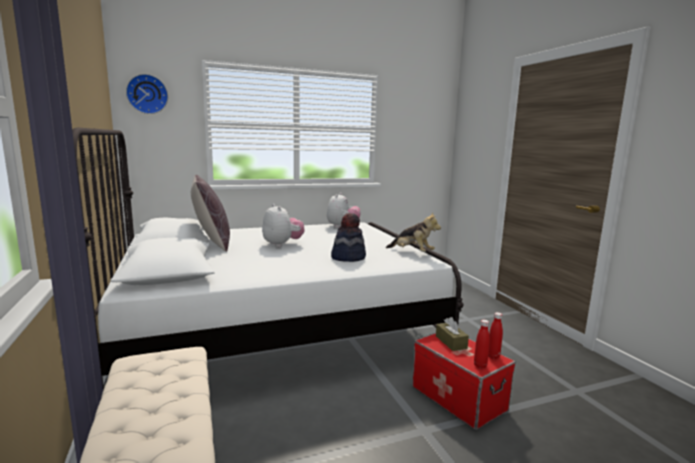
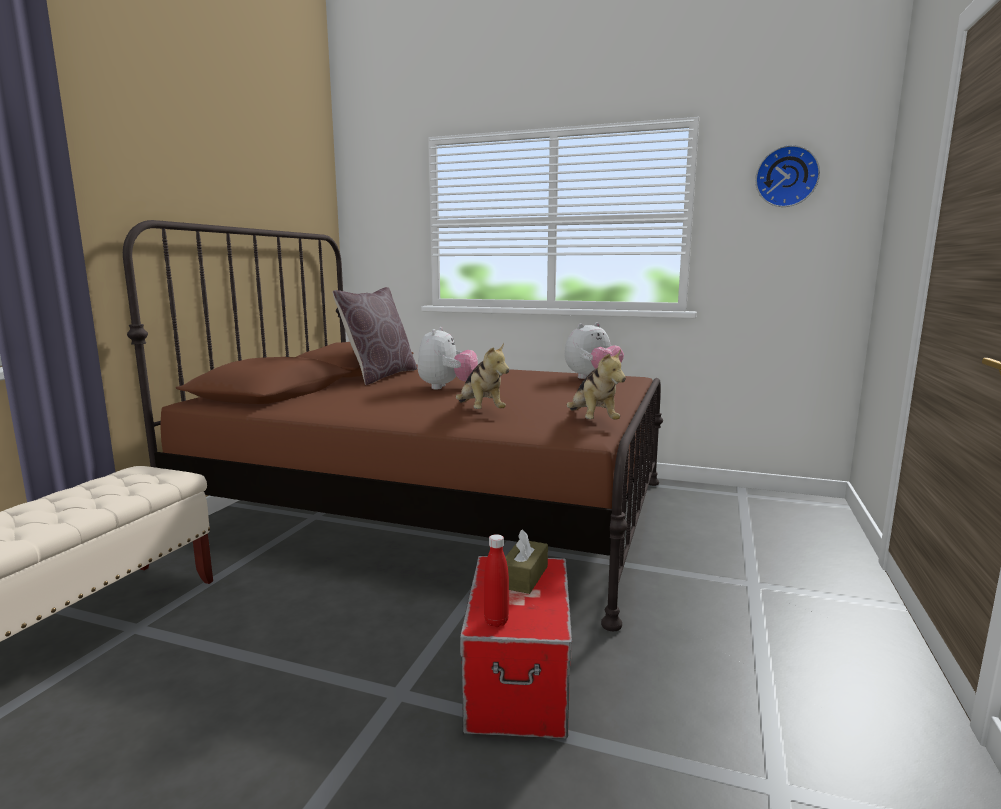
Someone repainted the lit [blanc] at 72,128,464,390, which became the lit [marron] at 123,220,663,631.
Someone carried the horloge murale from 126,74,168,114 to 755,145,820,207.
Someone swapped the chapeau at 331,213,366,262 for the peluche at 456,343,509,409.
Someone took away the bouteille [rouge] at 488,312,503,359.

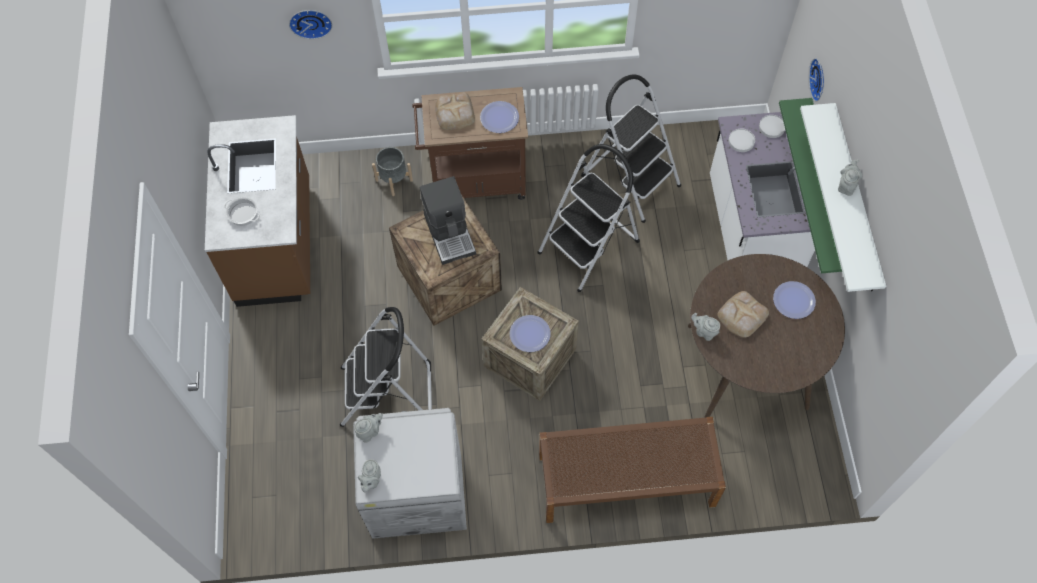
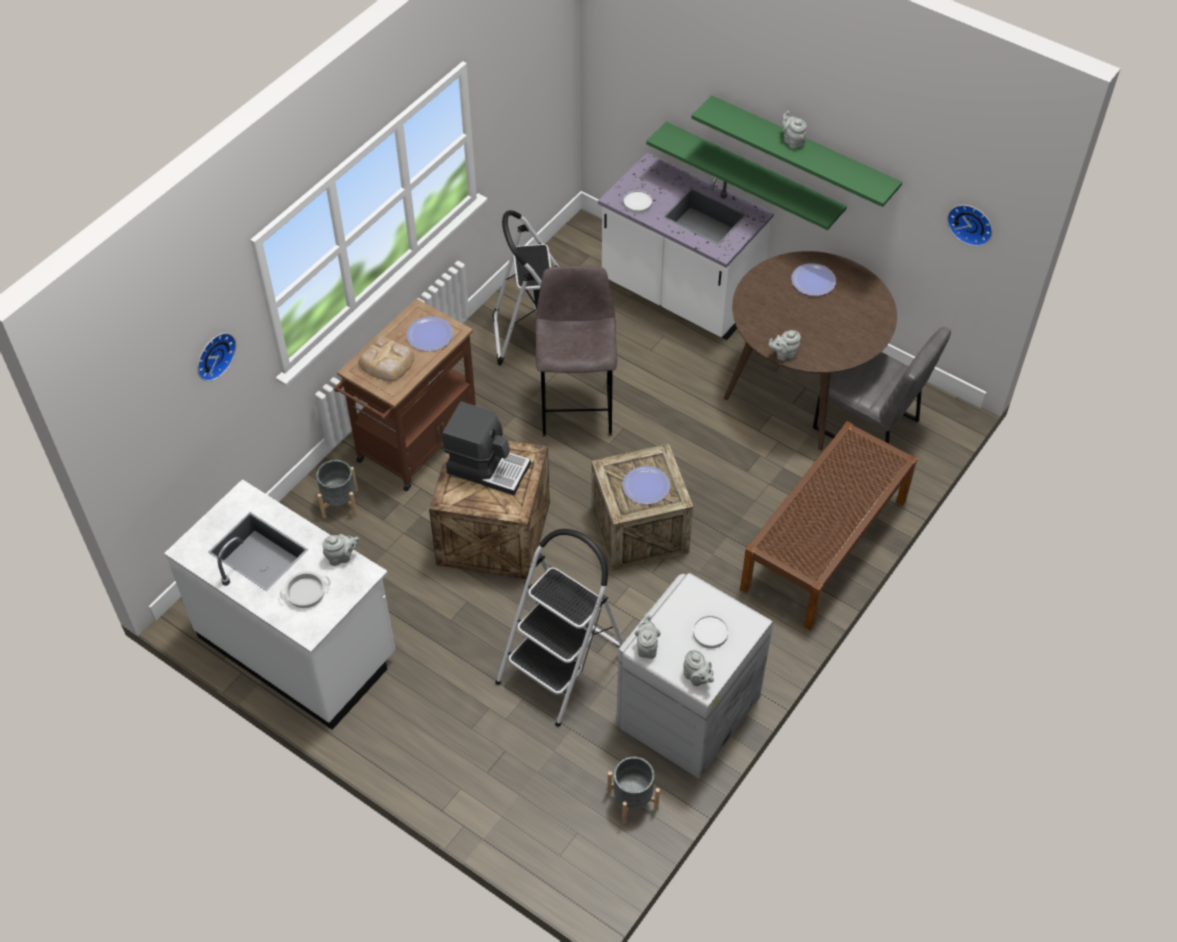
Someone repainted the comptoir de cuisine [marron] at 205,115,310,307, which became the comptoir de cuisine [blanc] at 164,479,395,730.
Someone swapped the escabeau at 537,144,640,292 for the tabouret [gris] at 536,266,617,437.
Someone took away the pain at 717,291,769,338.
Someone carried the assiette [blanc] from 759,115,785,138 to 693,616,728,648.
Someone repainted the étagère [blanc] at 800,103,886,292, which became the étagère [vert] at 691,95,902,207.
Someone carried the horloge murale from 809,58,824,102 to 947,205,993,246.
Someone put down the théière [gris] at 322,534,360,566.
Someone put down the cache-pot [gris] at 607,757,660,824.
Someone put down the chaise [gris] at 813,327,951,461.

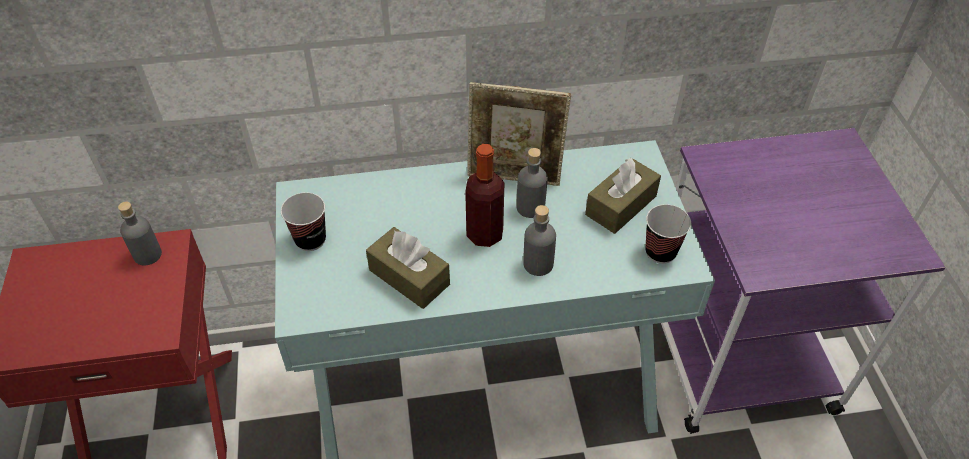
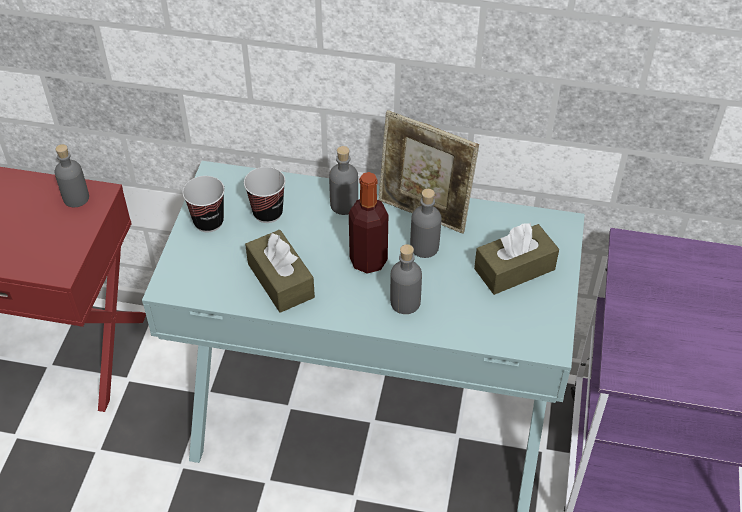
Someone carried the tasse from 645,204,691,264 to 244,167,285,223.
Someone put down the bouteille [gris] at 329,146,358,215.

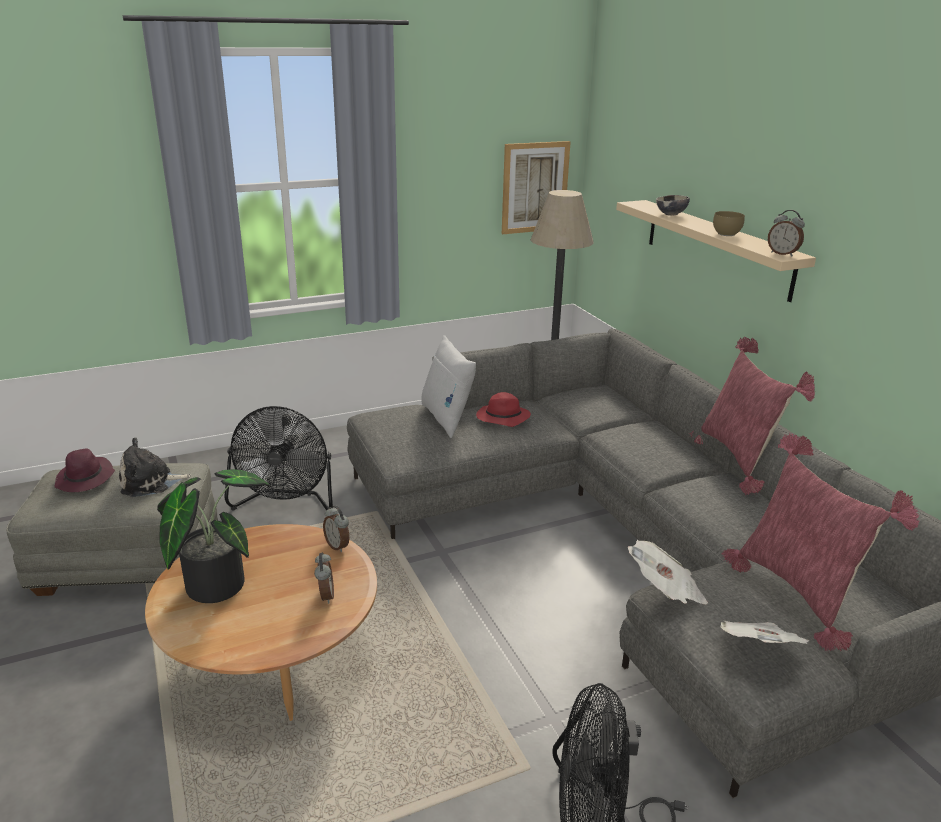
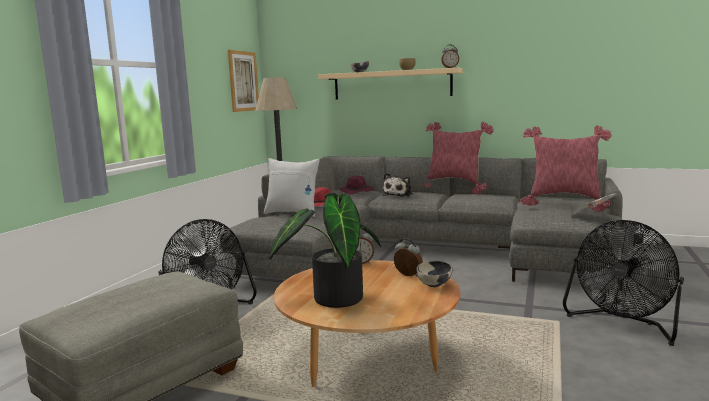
Someone carried the chapeau [violet] from 54,448,115,492 to 340,175,373,194.
Someone carried the peluche from 119,437,191,497 to 382,173,413,197.
Someone took away the journal at 628,541,708,604.
Someone put down the bol at 417,261,452,287.

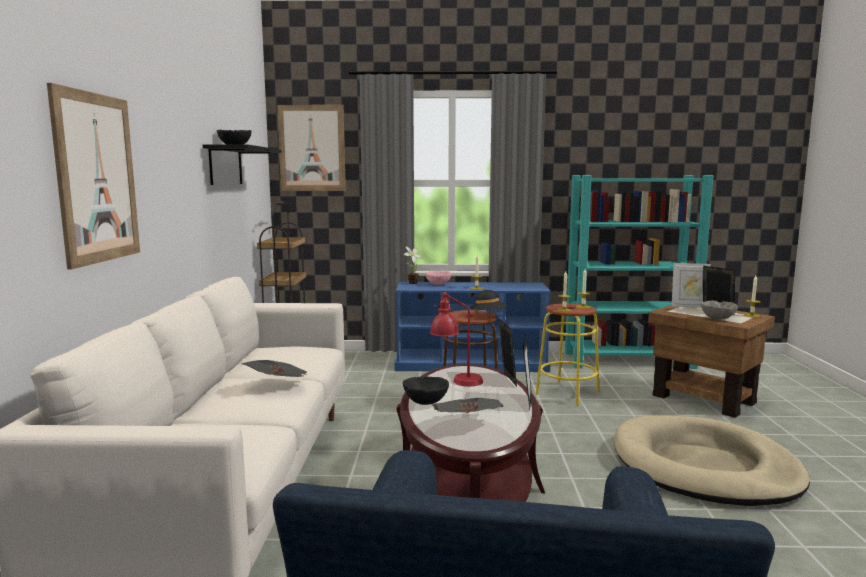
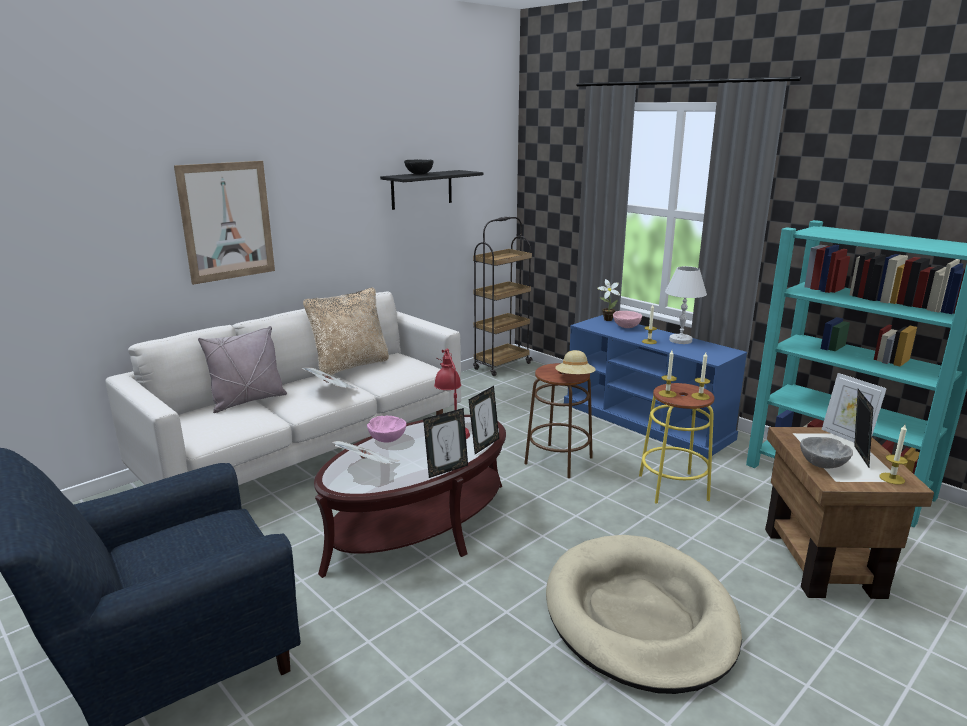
Someone took away the tableau at 277,105,346,191.
Someone repainted the bol [noir] at 403,376,449,405, which became the bol [rose] at 367,416,406,443.
Someone repainted the chapeau [noir] at 470,290,508,313, which became the chapeau [beige] at 555,350,596,374.
Someone put down the coussin [violet] at 198,326,287,413.
Someone put down the coussin [beige] at 303,287,389,375.
Someone put down the lampe de table [blanc] at 665,266,707,344.

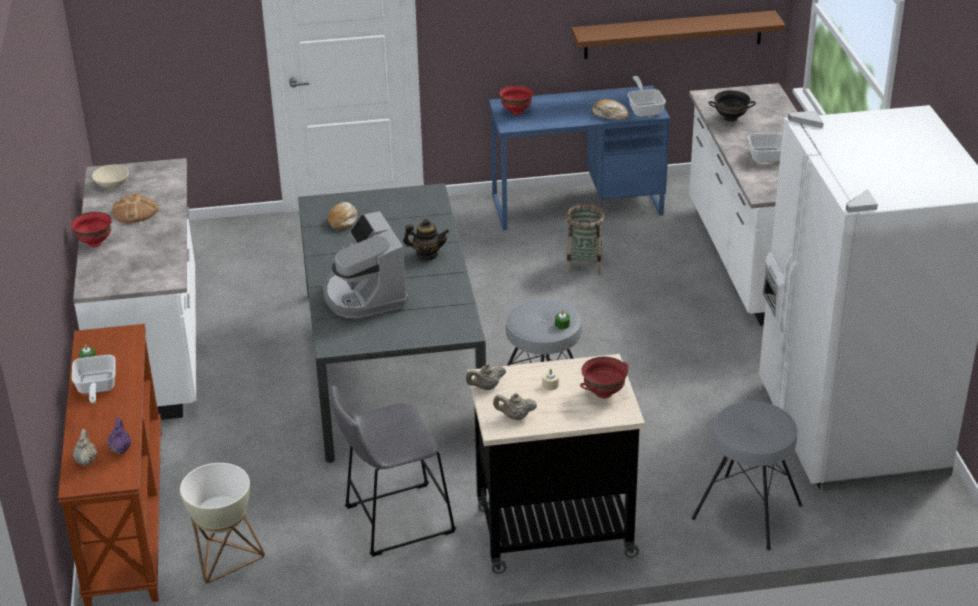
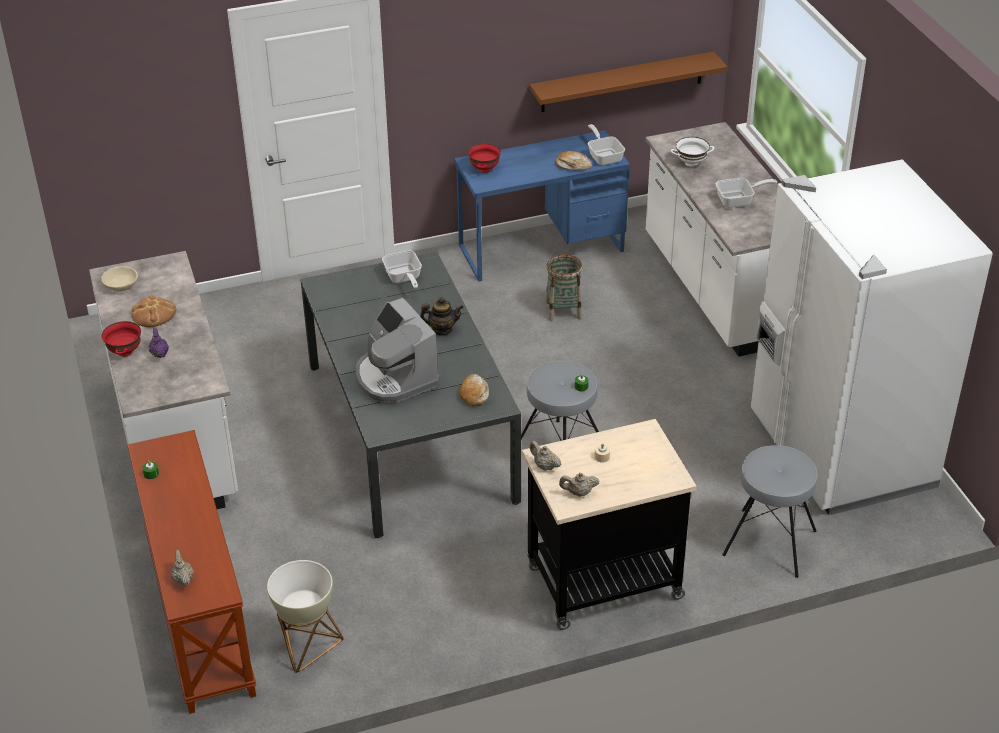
Someone carried the poêle from 72,355,116,403 to 382,250,422,289.
Someone carried the théière [violet] from 107,418,131,454 to 148,328,169,358.
Someone carried the pain from 327,202,357,230 to 459,374,489,407.
Someone took away the tabouret [gris] at 330,386,456,557.
Someone rotated the théière [beige] at 466,364,506,390 by 75 degrees clockwise.
Someone took away the bol [rouge] at 580,357,629,399.
Someone repainted the bol [noir] at 708,90,756,122, which became the bol [blanc] at 671,137,714,167.

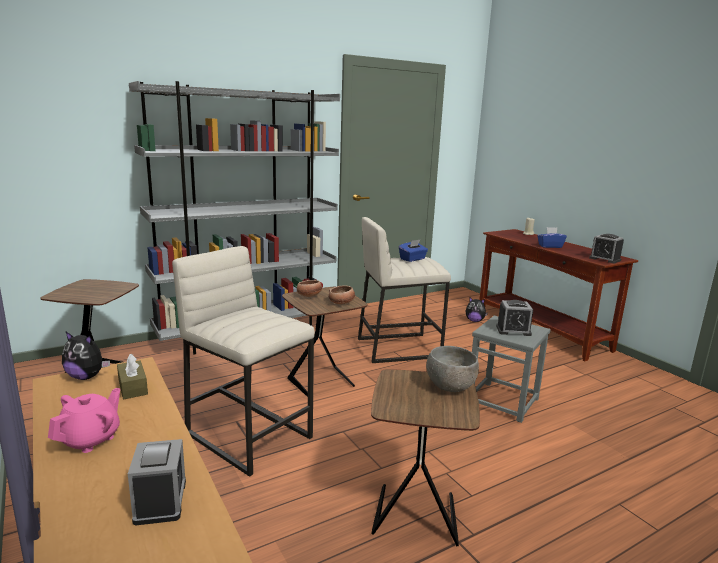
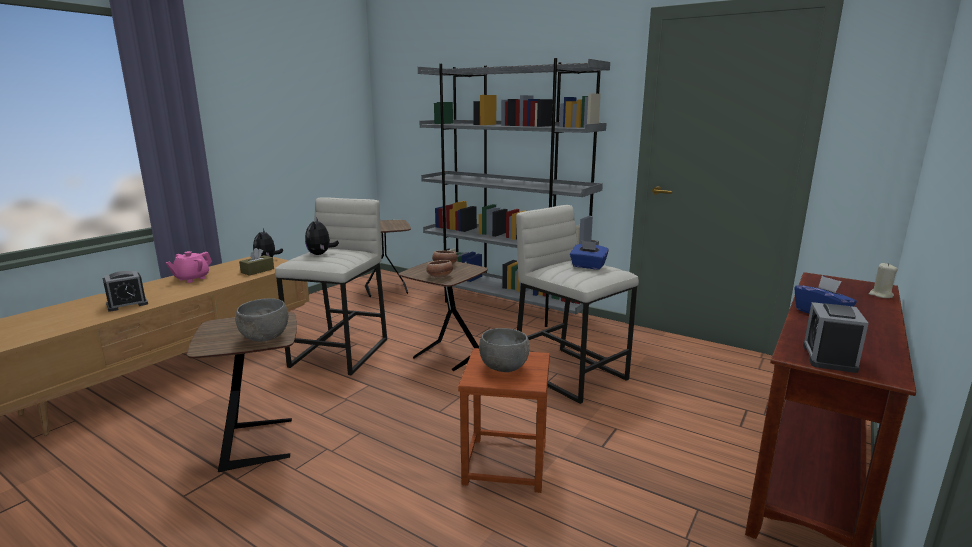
Someone rotated the théière [rose] at 48,388,120,453 by 120 degrees clockwise.
Someone carried the peluche from 466,298,488,322 to 305,217,339,255.
Someone repainted the tabouret [gris] at 472,316,551,423, which became the tabouret [marron] at 458,348,550,493.
Someone swapped the réveil at 496,300,533,336 for the bol [gris] at 479,328,530,372.

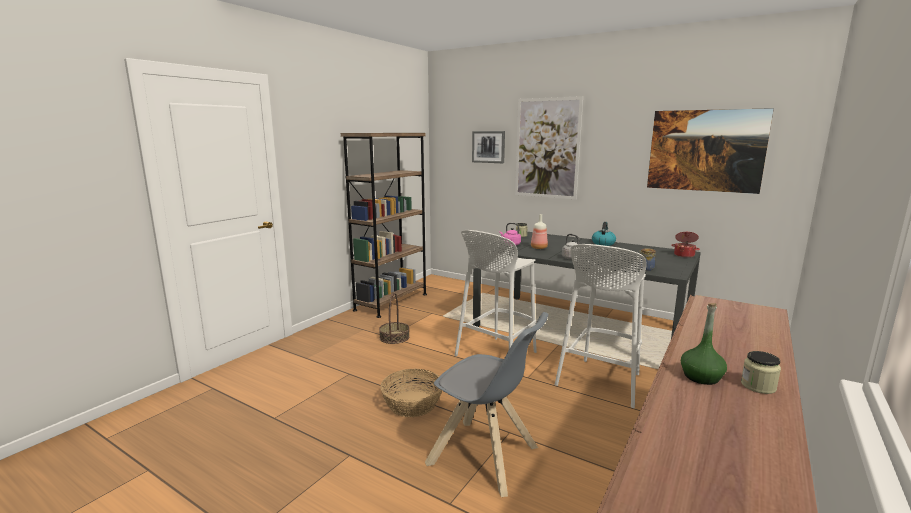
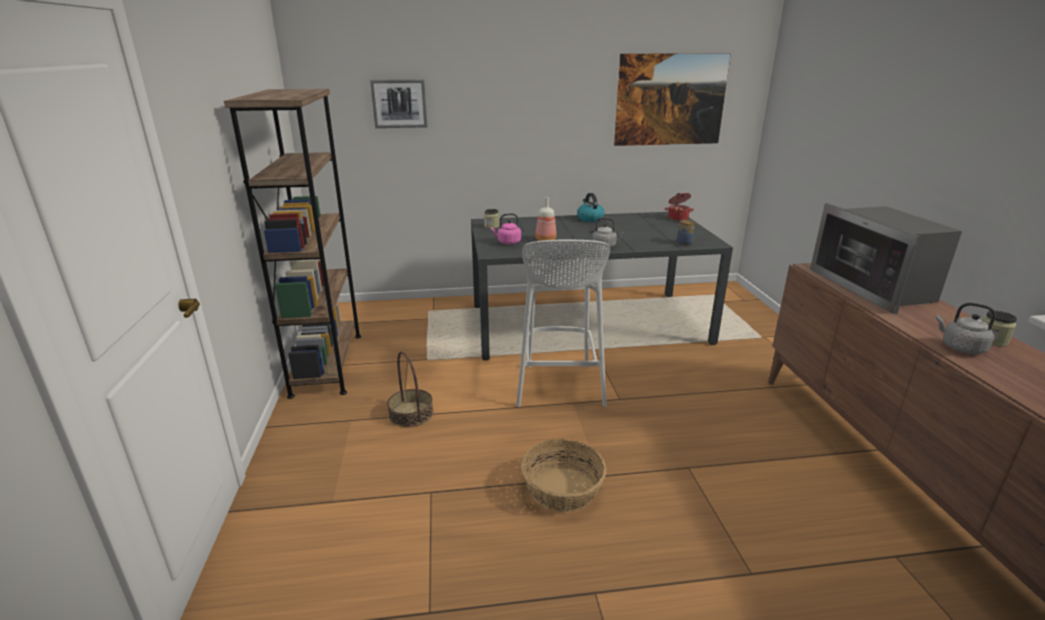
Someone took away the chaise [gris] at 425,312,548,497.
Someone took away the tableau at 515,96,583,199.
Someone took away the tabouret [blanc] at 555,244,647,408.
Someone swapped the bouteille [vert] at 681,303,727,385 for the bouilloire [gris] at 935,303,996,354.
Someone put down the micro-ondes at 810,203,962,314.

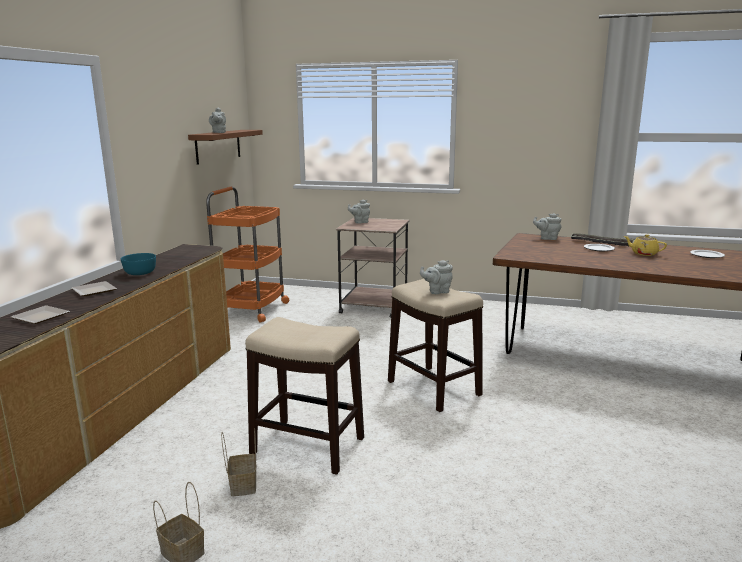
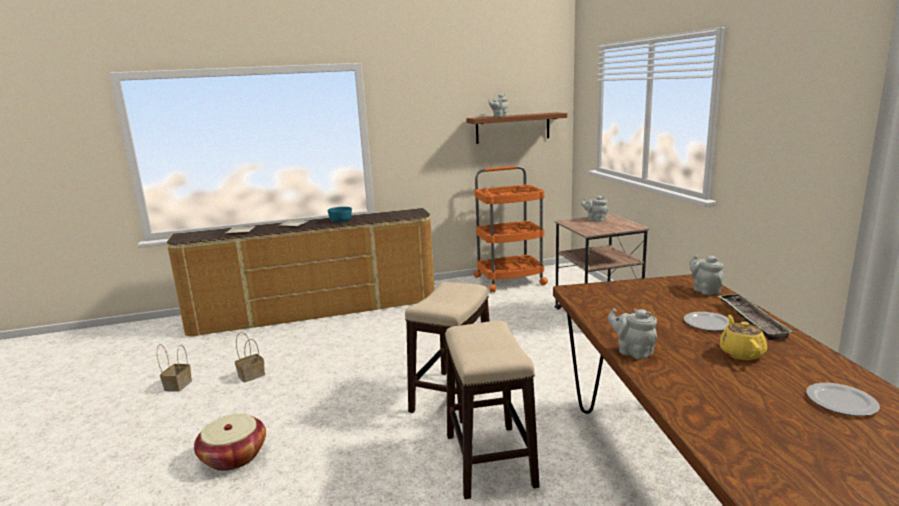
Someone carried the tabouret from 245,317,364,475 to 445,321,539,499.
Someone carried the théière [gris] from 420,260,453,294 to 608,308,657,359.
Someone put down the panier at 194,414,266,471.

